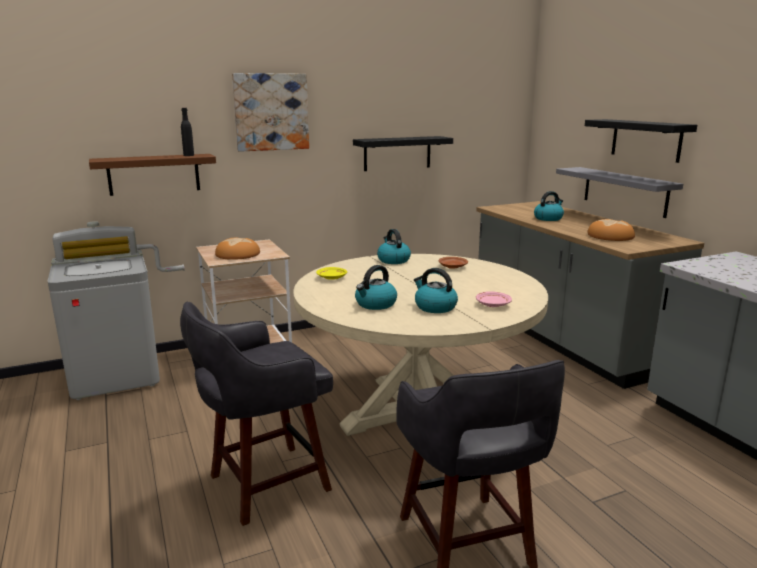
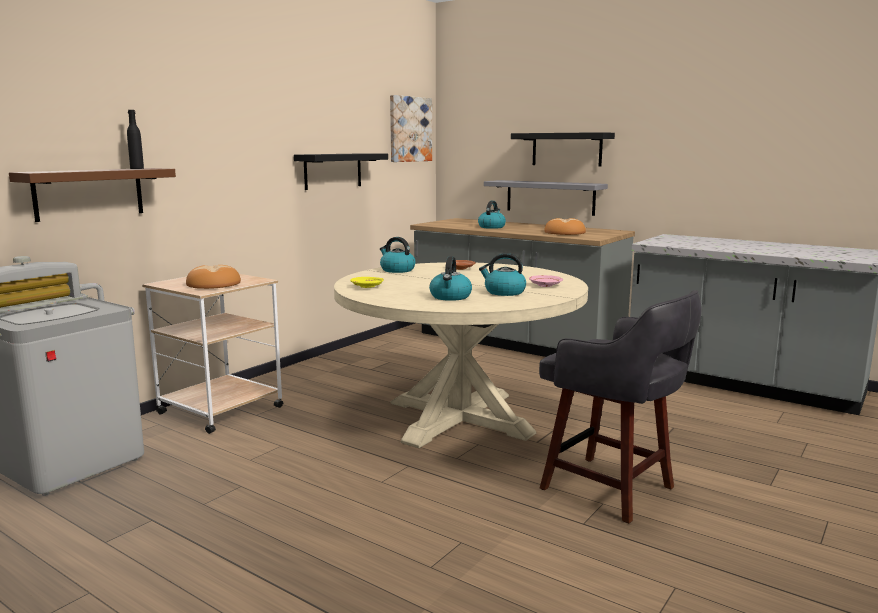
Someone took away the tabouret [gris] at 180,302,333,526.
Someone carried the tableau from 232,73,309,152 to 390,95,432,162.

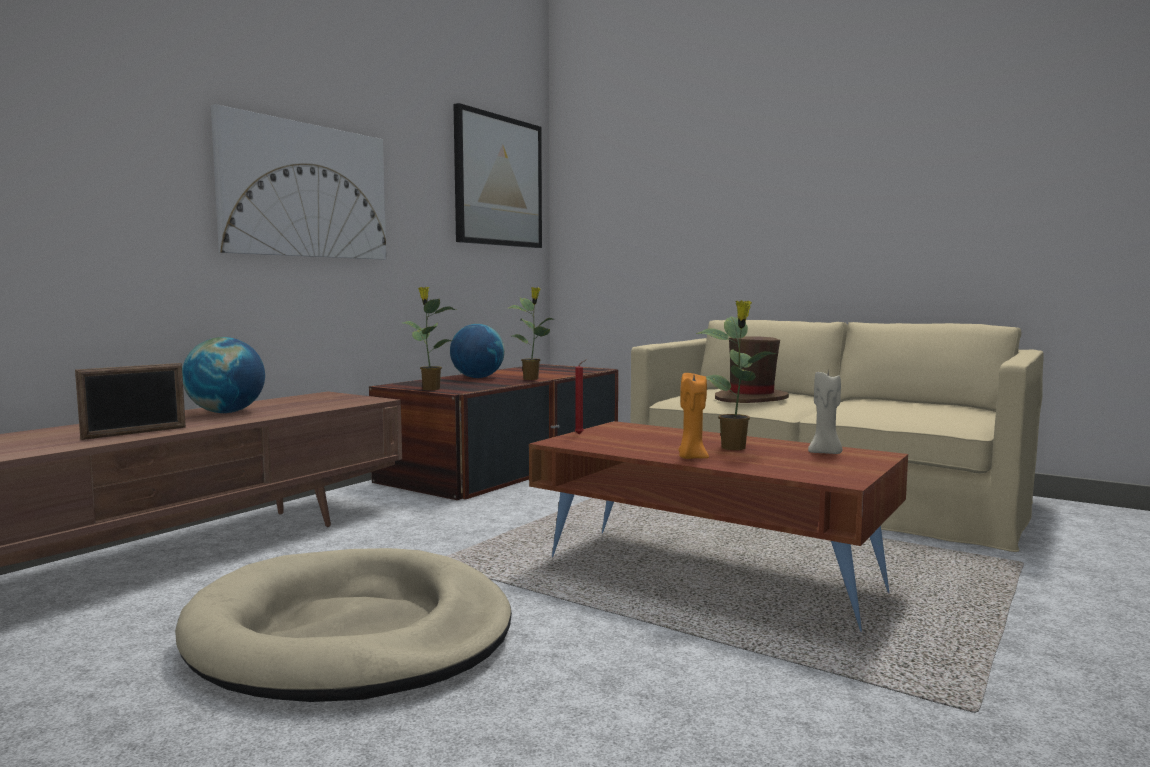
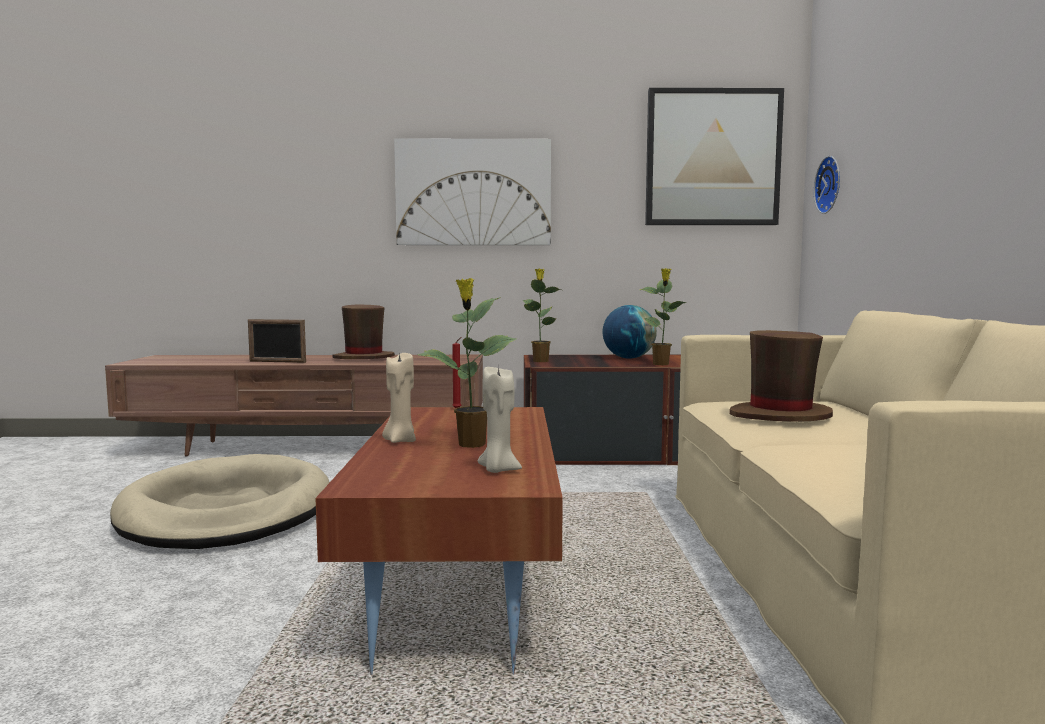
Someone swapped the globe at 182,337,265,413 for the chapeau [marron] at 332,304,395,359.
Someone repainted the bougie [orange] at 678,373,709,459, which became the bougie [beige] at 382,351,416,443.
Someone put up the horloge murale at 814,156,840,214.

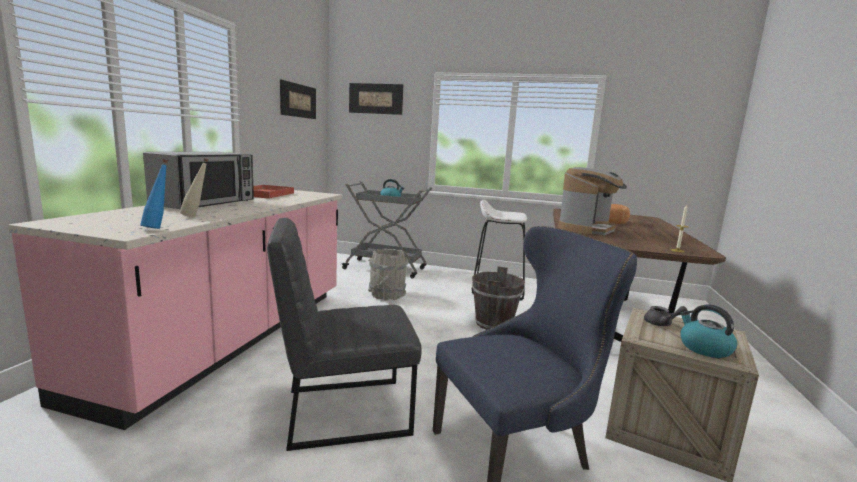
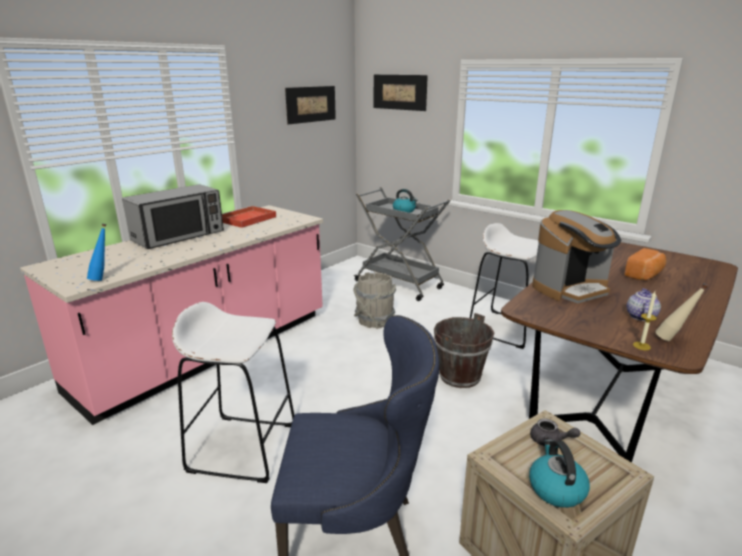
Someone carried the bouteille [beige] from 180,158,209,217 to 655,284,709,341.
Someone swapped the chaise [gris] at 267,218,422,451 for the tabouret [blanc] at 172,302,294,483.
Someone put down the théière at 627,288,661,321.

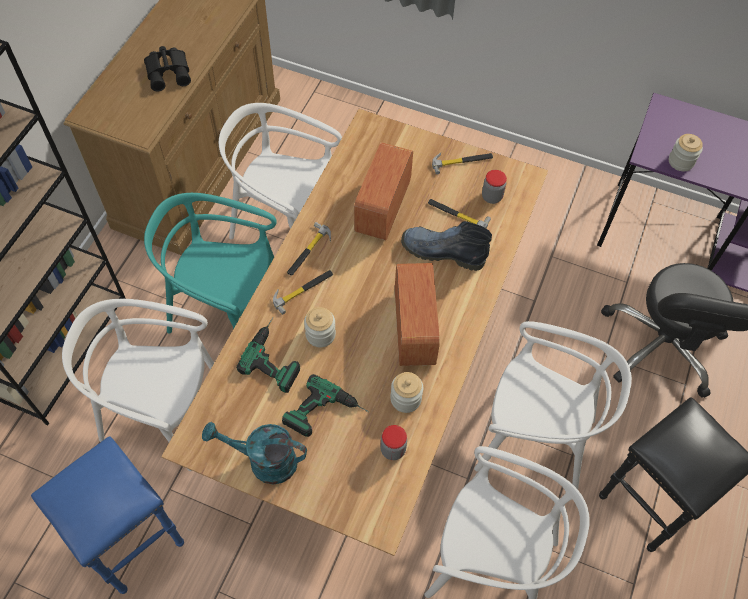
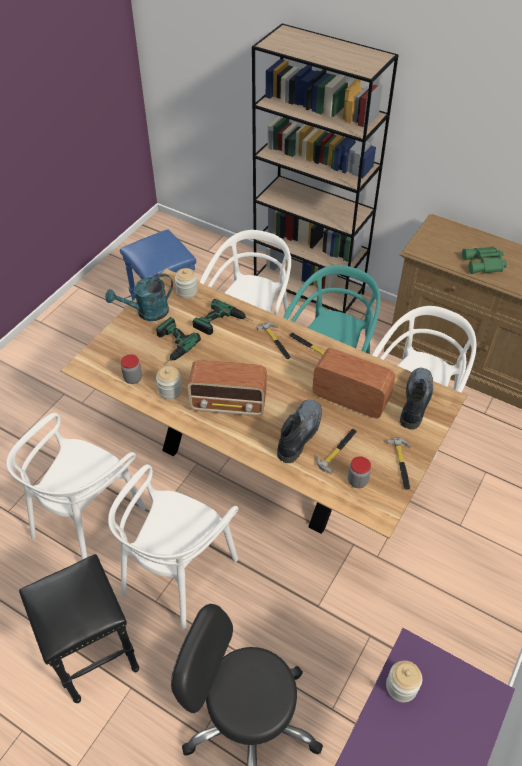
Someone repainted the jumelles [noir] at 144,46,191,92, which became the jumelles [vert] at 462,246,507,274.
Someone rotated the arrosoir [turquoise] at 202,422,307,485 by 135 degrees counterclockwise.
Someone carried the bocal from 304,307,336,347 to 175,268,198,299.
Someone put down the botte at 400,368,433,430.

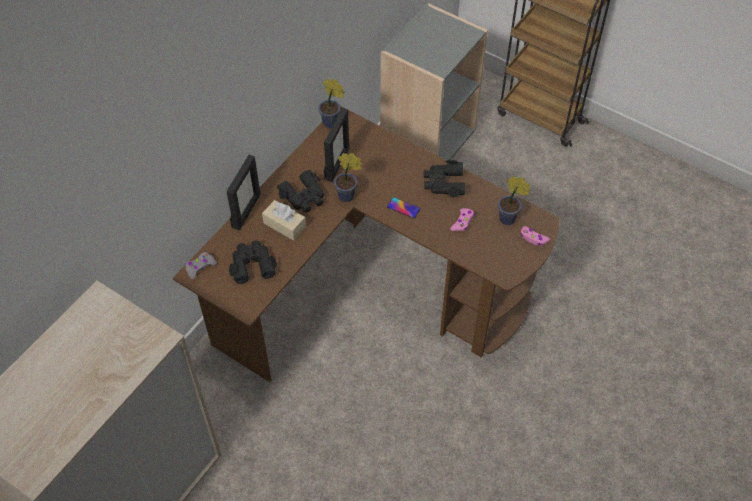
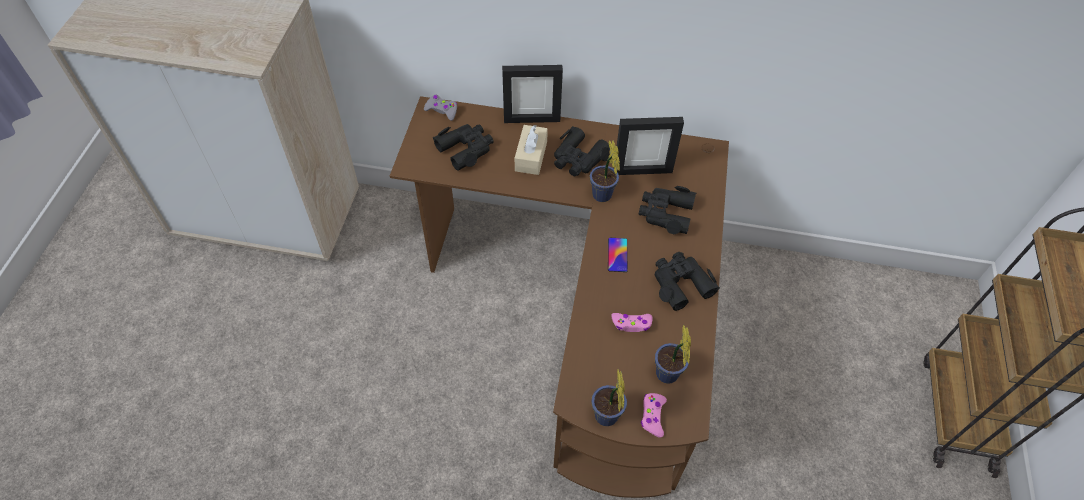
Someone carried the plante en pot from 318,78,345,128 to 591,369,627,426.
Someone took away the bibliothèque [gris] at 380,3,488,160.
Someone put down the jumelles [noir] at 639,186,696,234.

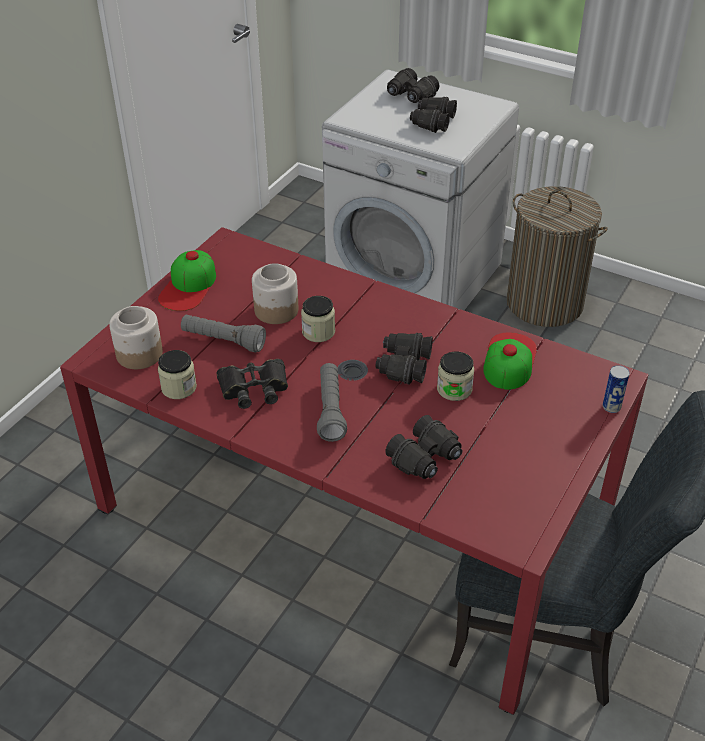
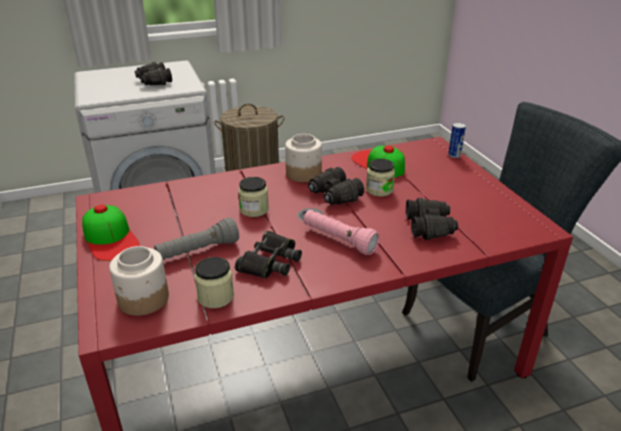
Someone carried the bocal from 252,263,299,324 to 285,134,322,182.
Someone repainted the lampe de poche [gris] at 317,363,347,442, which became the lampe de poche [rose] at 303,210,380,255.
Someone took away the jumelles [noir] at 387,68,439,103.

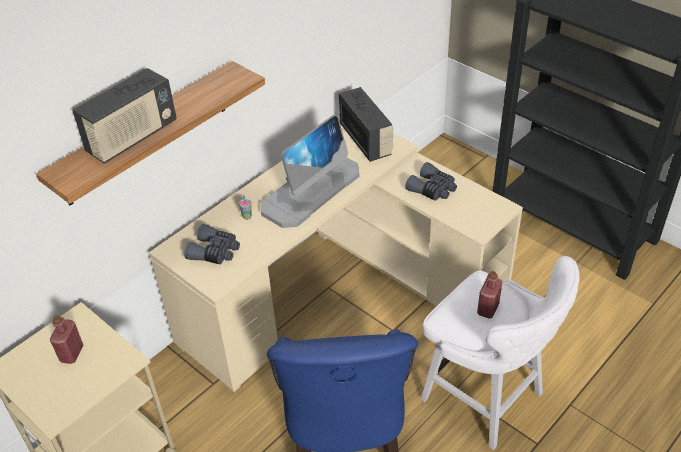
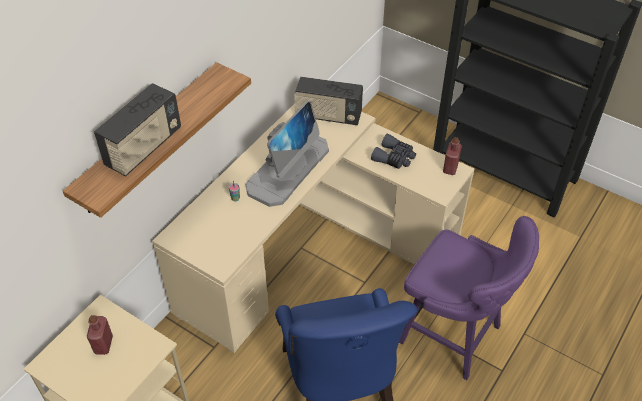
Someone took away the jumelles [gris] at 184,224,240,264.
Someone rotated the radio at 339,87,394,162 by 135 degrees clockwise.
Someone repainted the tabouret [blanc] at 421,256,580,450, which became the tabouret [violet] at 399,216,539,380.
Someone carried the bouteille [rouge] from 477,271,502,318 to 443,137,462,175.

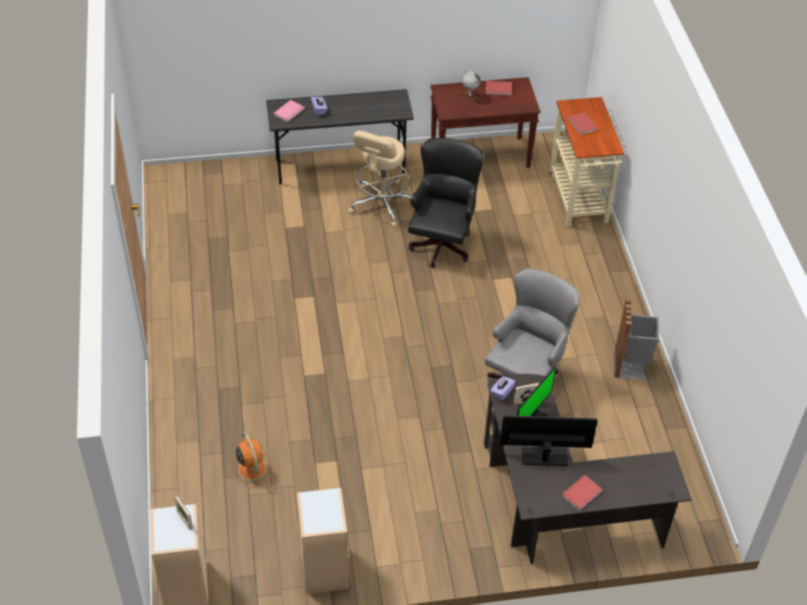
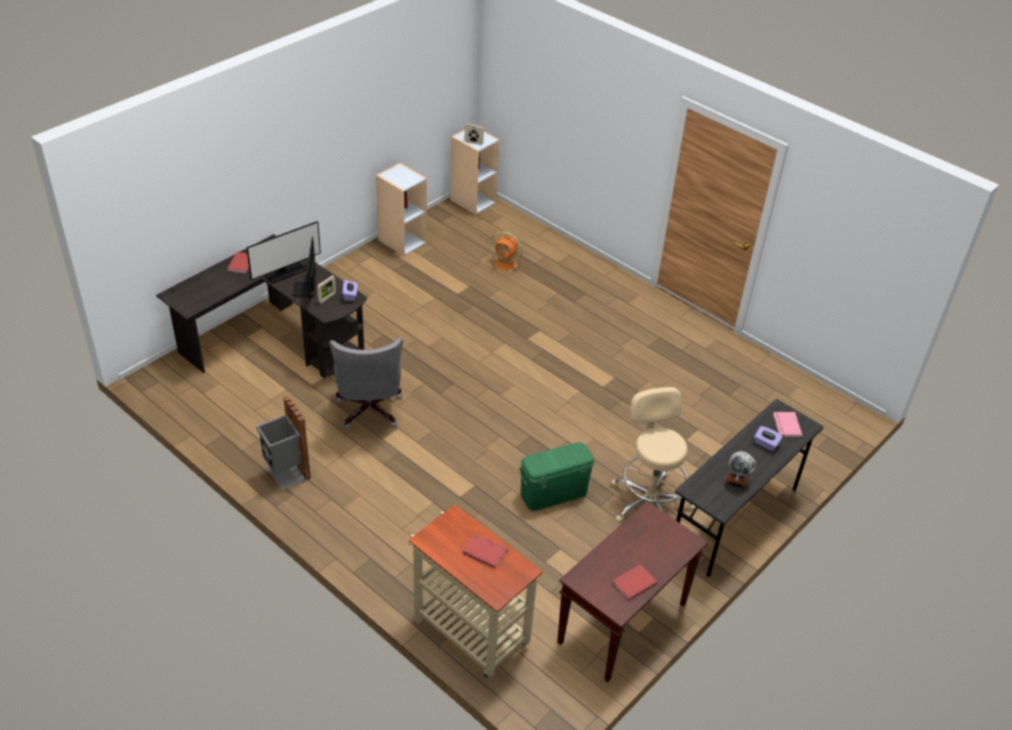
Someone swapped the chaise de bureau [noir] at 408,138,484,268 for the boîte de rangement [vert] at 519,442,595,511.
Someone carried the globe from 461,70,480,103 to 725,451,756,489.

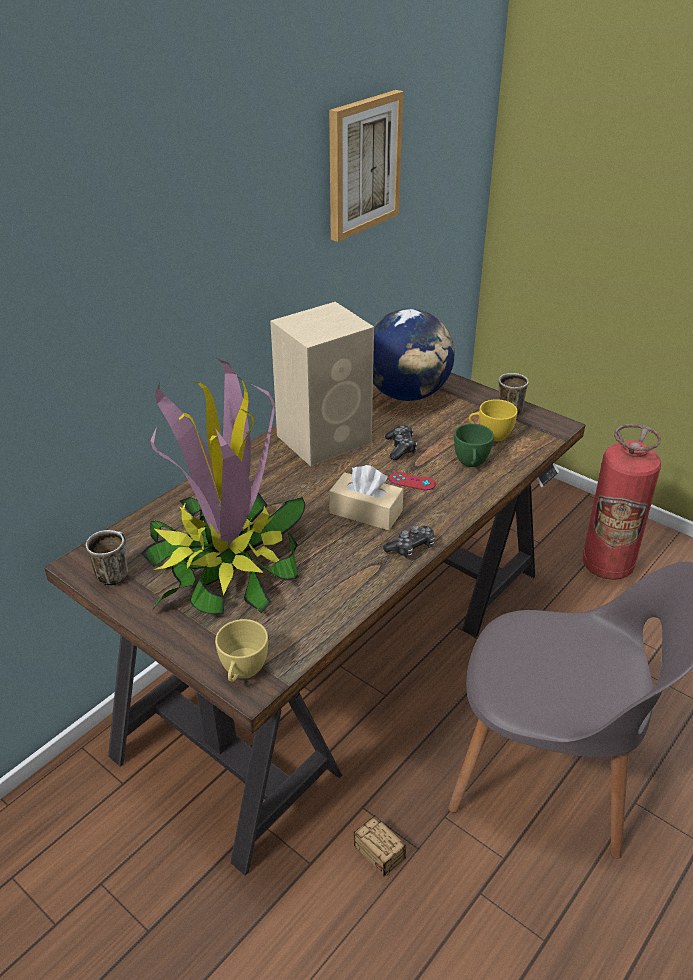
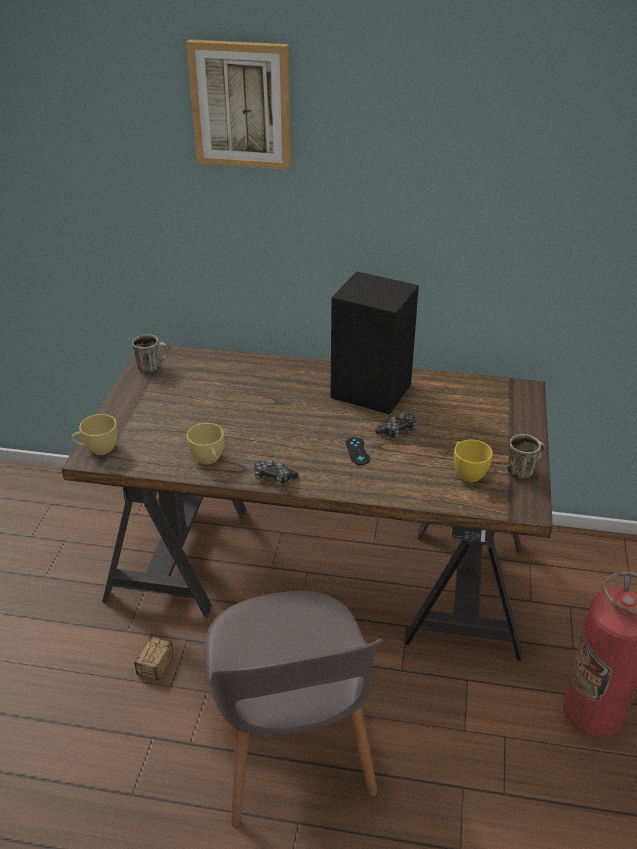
Someone took away the plante en pot at 141,358,306,614.
Someone repainted the enceinte [beige] at 270,302,374,466, which became the enceinte [noir] at 330,271,419,415.
Someone carried the tableau from 329,90,404,242 to 186,39,291,170.
Someone took away the boîte à mouchoirs [beige] at 329,465,404,530.
Someone took away the globe at 373,309,454,401.
Someone repainted the manette [rouge] at 389,472,436,490, which became the manette [noir] at 346,437,370,465.
Someone took away the tasse [vert] at 454,423,494,467.
Someone put down the tasse [jaune] at 187,423,224,464.

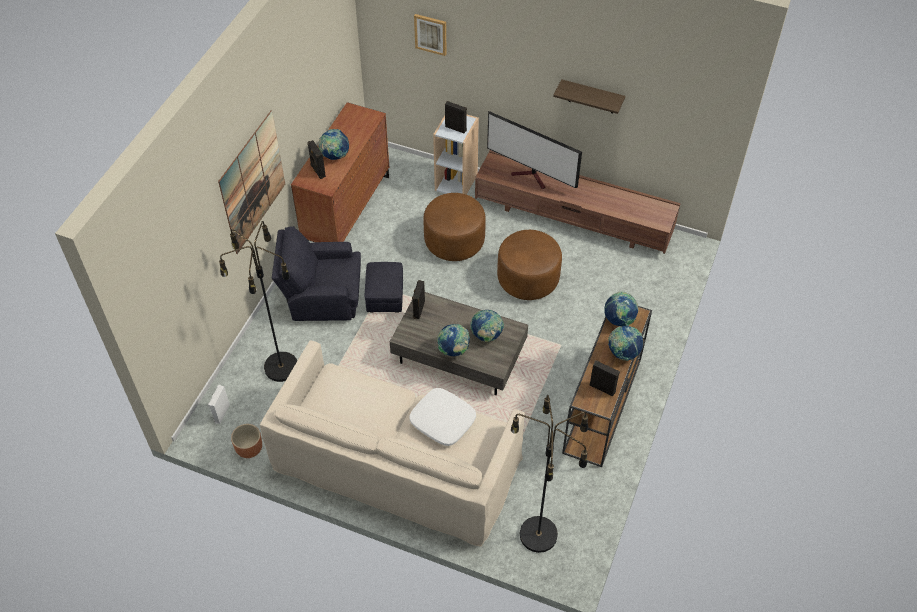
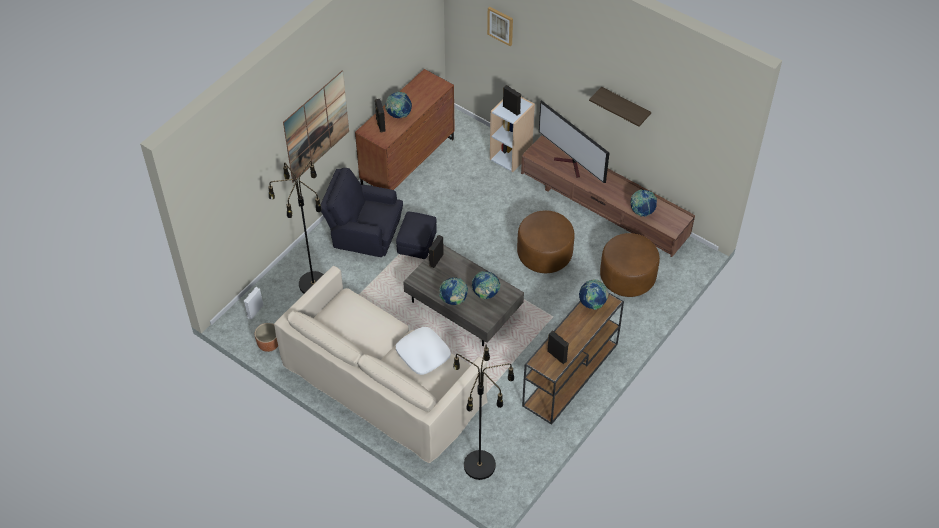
Someone carried the pouf [marron] from 423,193,486,261 to 600,233,660,297.
Someone carried the globe from 608,326,643,361 to 630,190,657,217.

